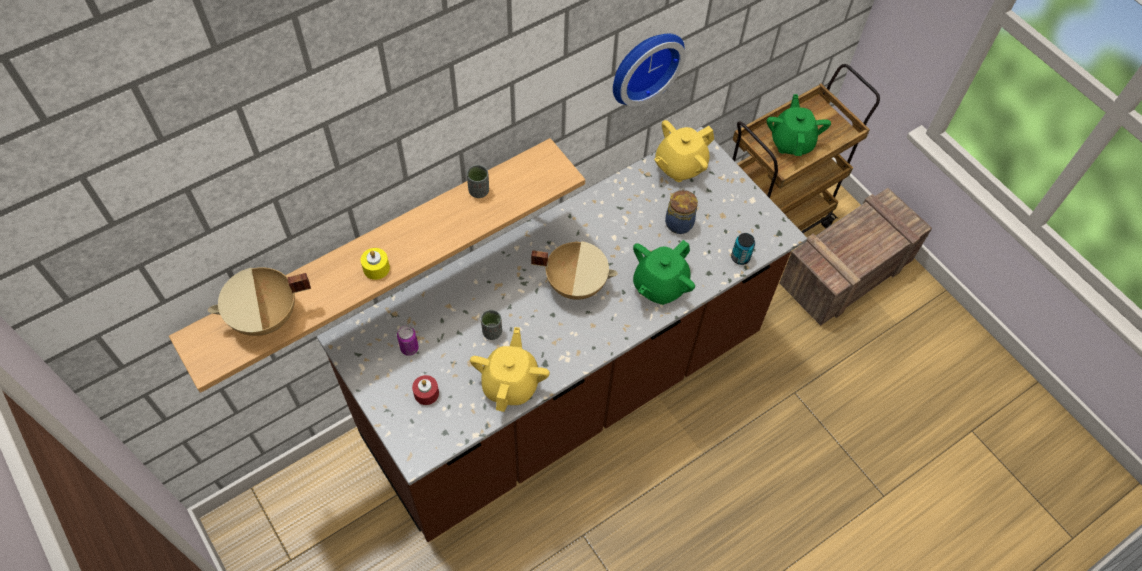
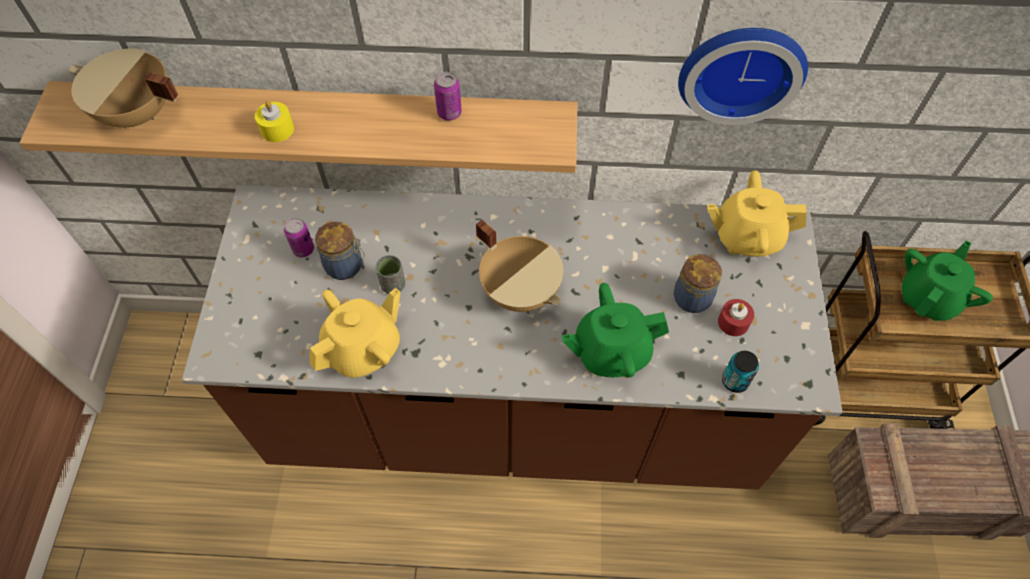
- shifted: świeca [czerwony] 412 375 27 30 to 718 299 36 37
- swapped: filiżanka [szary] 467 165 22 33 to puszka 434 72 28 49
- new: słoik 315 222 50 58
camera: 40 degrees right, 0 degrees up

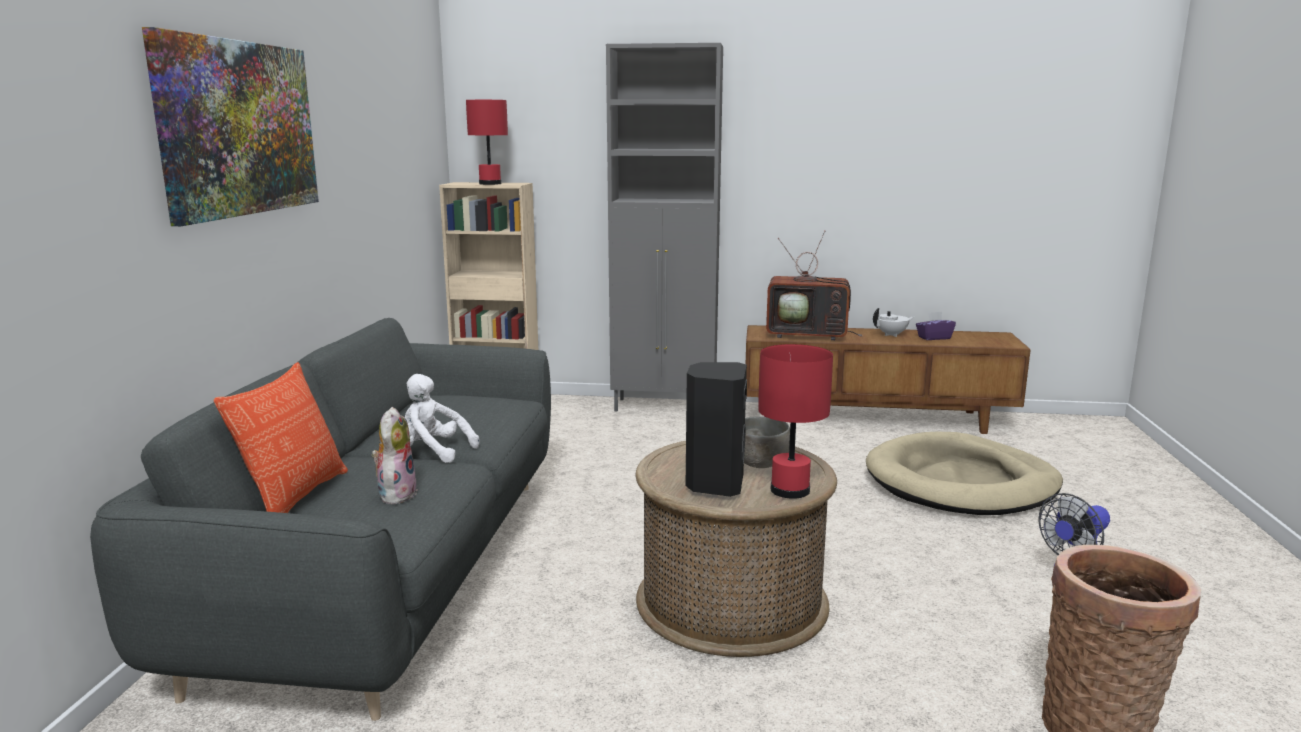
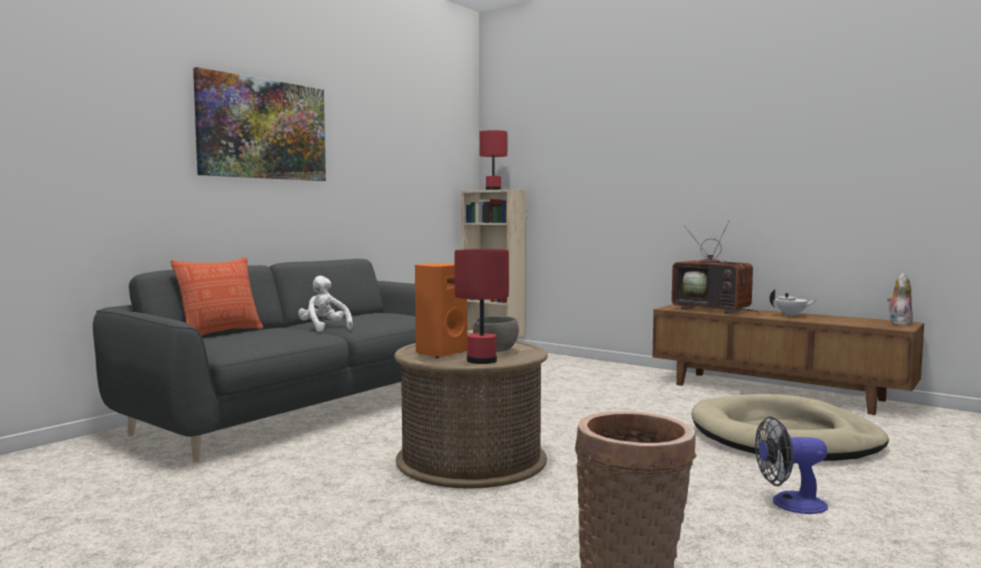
- shifted: pluszak 372 407 46 97 to 887 273 26 53
- gone: szafka [szary] 606 43 117 368
- repainted: głośnik [czarny] 686 362 61 135 to głośnik [pomarańczowy] 415 263 52 95
- gone: pudełko chusteczek [fioletowy] 916 312 40 28
camera: 30 degrees right, 10 degrees down

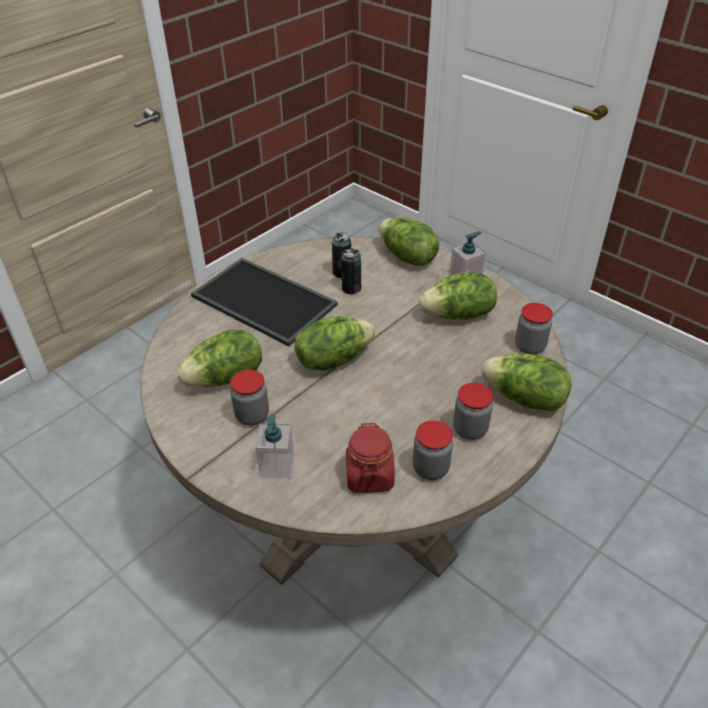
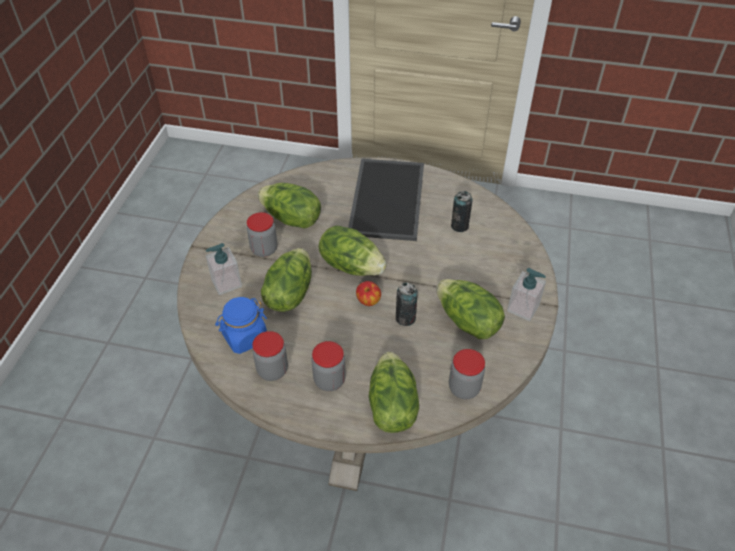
- shifted: puszka 341 248 20 46 to 396 282 22 44
- repainted: słoik [czerwony] 346 423 49 70 to słoik [niebieski] 215 297 52 57
- shifted: sałata 378 217 61 49 to 261 248 51 64
- new: jabłko 356 281 25 25
camera: 60 degrees right, 5 degrees up

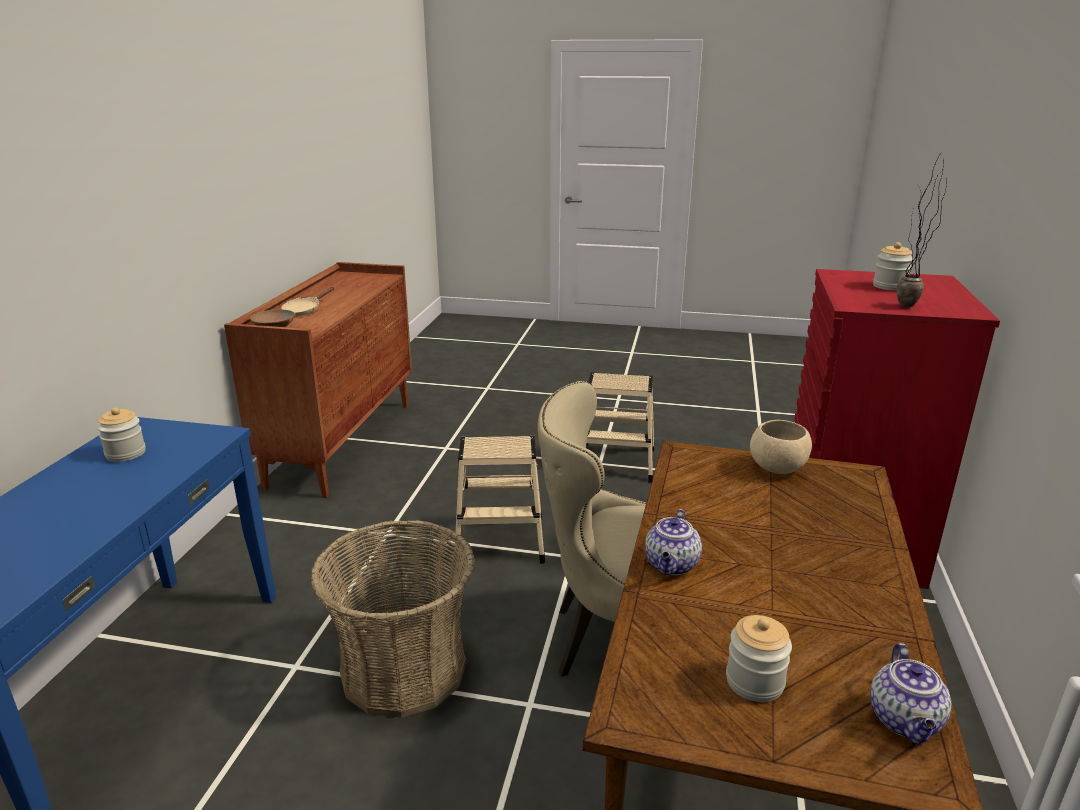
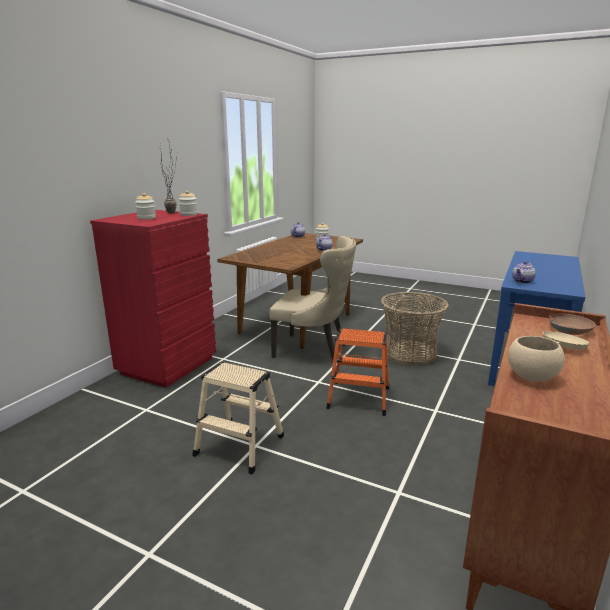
- shifted: słoik 97 407 49 55 to 179 191 19 25
- repainted: drabinka [beżowy] 455 435 90 129 to drabinka [pomarańczowy] 326 328 63 88
- shifted: miska [beżowy] 750 420 62 54 to 508 336 57 46
- new: imbryk 512 261 24 23
camera: 165 degrees left, 5 degrees down

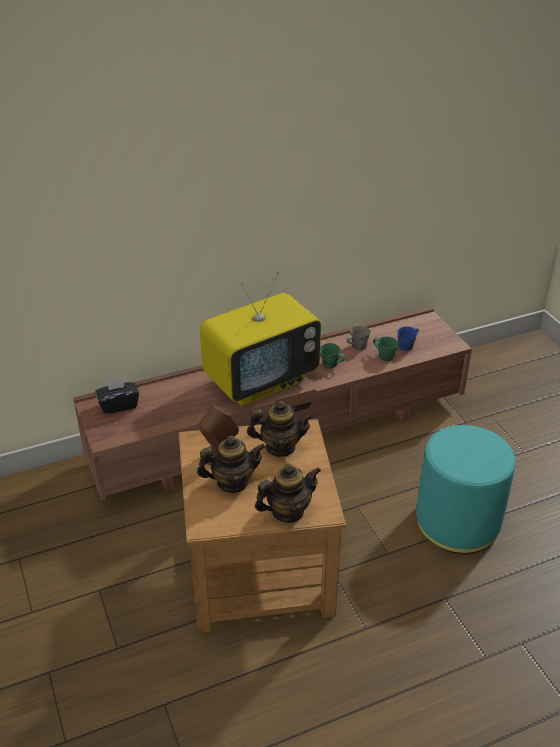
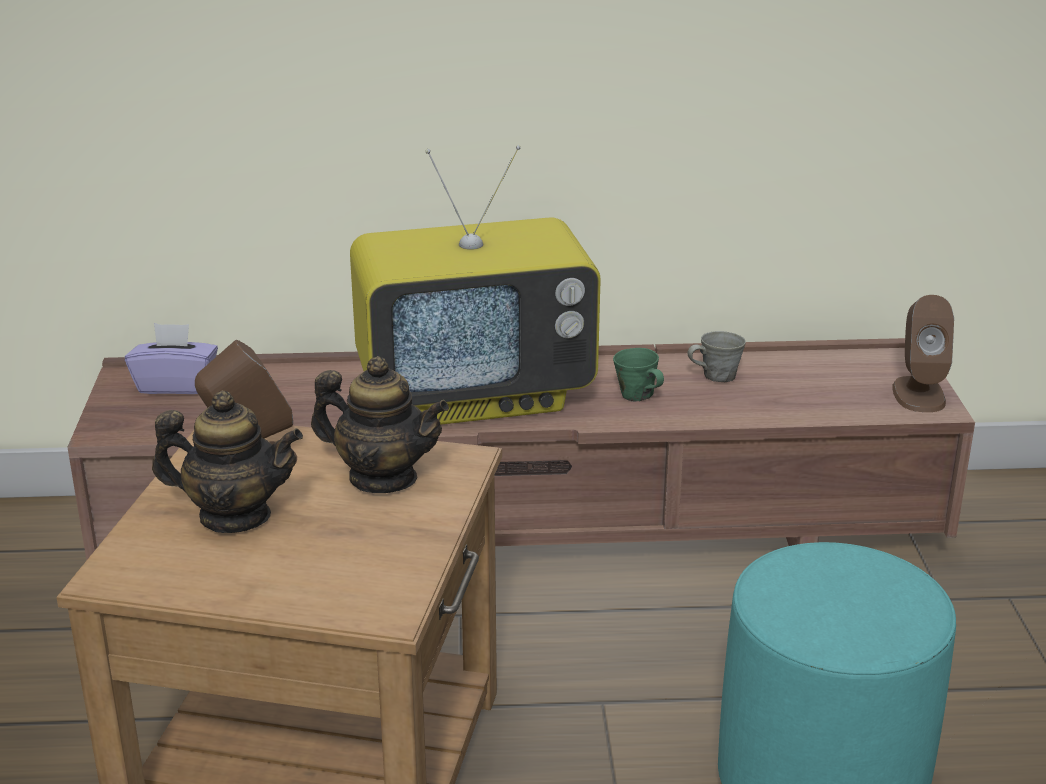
- repainted: pudełko chusteczek [czarny] 95 377 44 37 to pudełko chusteczek [fioletowy] 125 323 93 71
- gone: imbryk 255 464 66 59
- gone: kubek [zielony] 373 336 26 25
- gone: kubek [niebieski] 397 326 22 25
- new: głośnik [brązowy] 892 295 62 117
camera: 20 degrees right, 10 degrees down

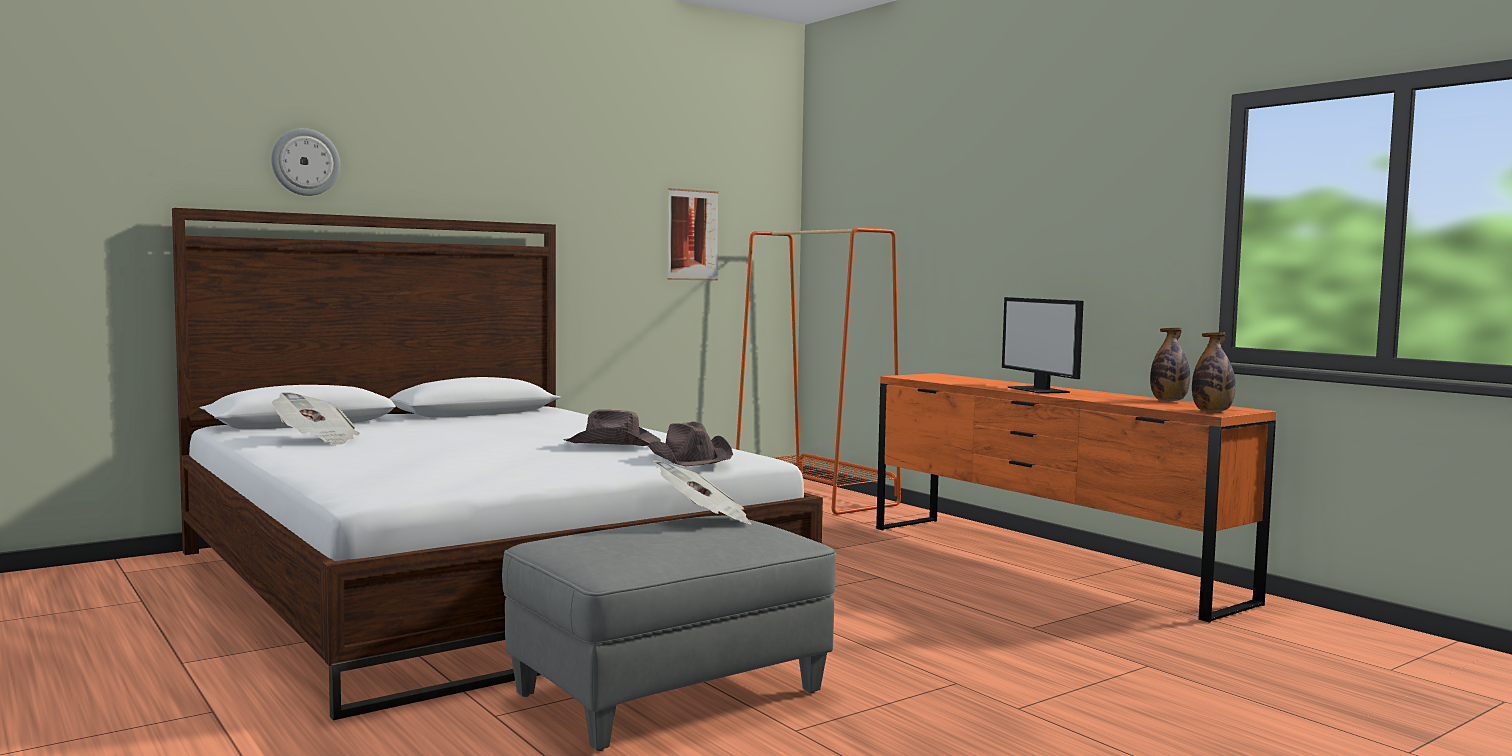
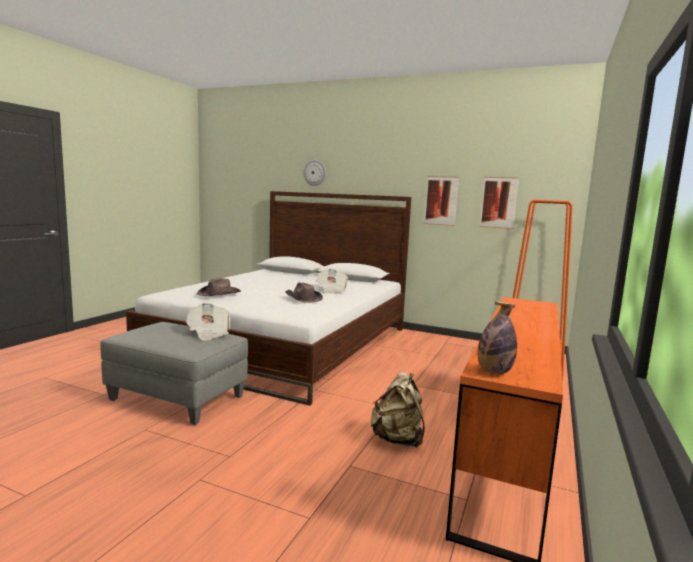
- shifted: gazeta 272 392 88 53 to 316 269 32 25
- shifted: kapelusz [brązowy] 648 421 85 45 to 196 278 45 18
- gone: monitor 1002 297 82 97
- gone: butelka 1150 328 40 73
- new: plecak [beżowy] 370 372 55 76
- new: obraz 424 176 35 50
camera: 60 degrees right, 5 degrees up

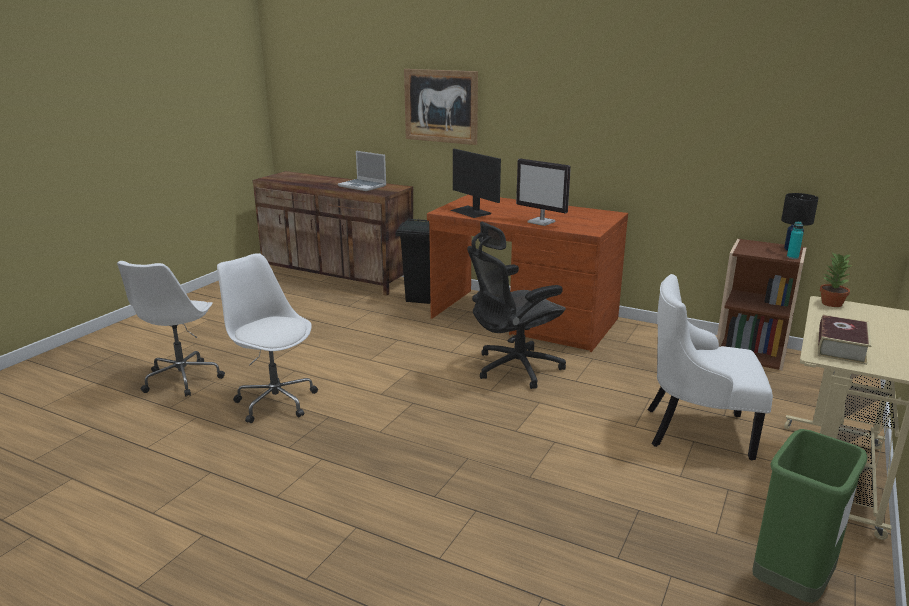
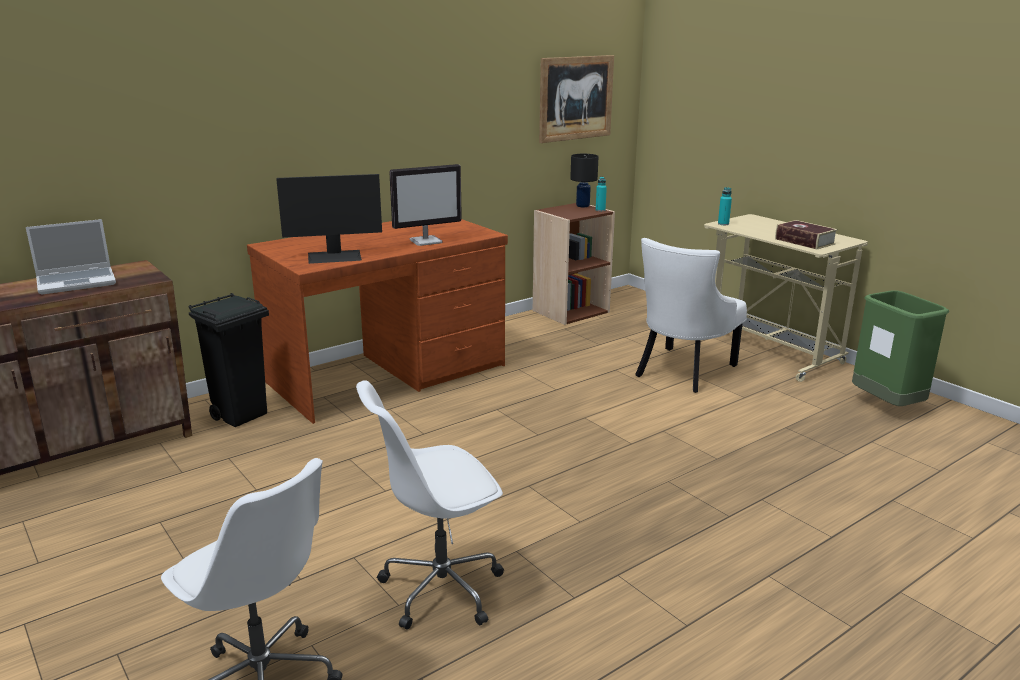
- shifted: obraz 404 69 74 76 to 539 55 75 88
- gone: krzesło biurowe 467 222 99 167
- swapped: roślina doniczkowa 820 253 32 54 to butelka [turkusowy] 718 187 14 38
camera: 65 degrees left, 0 degrees up

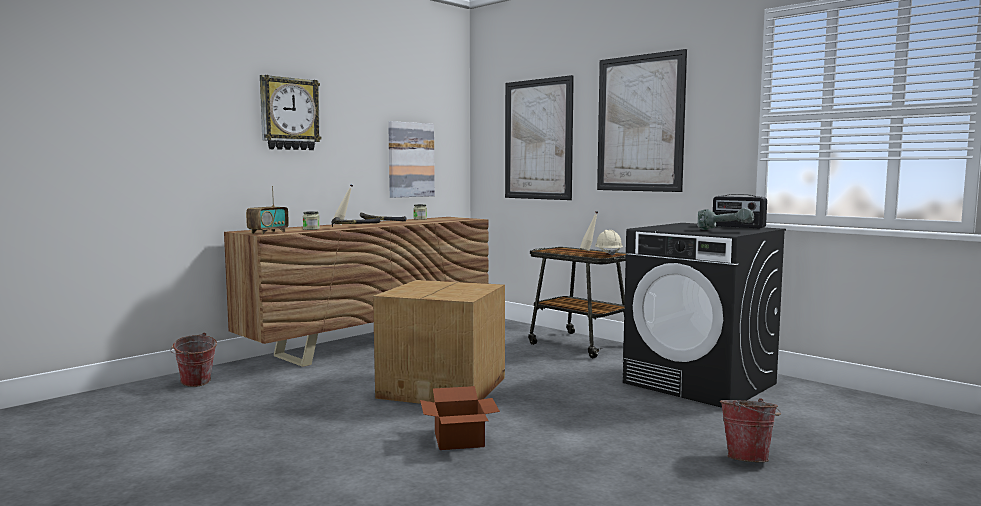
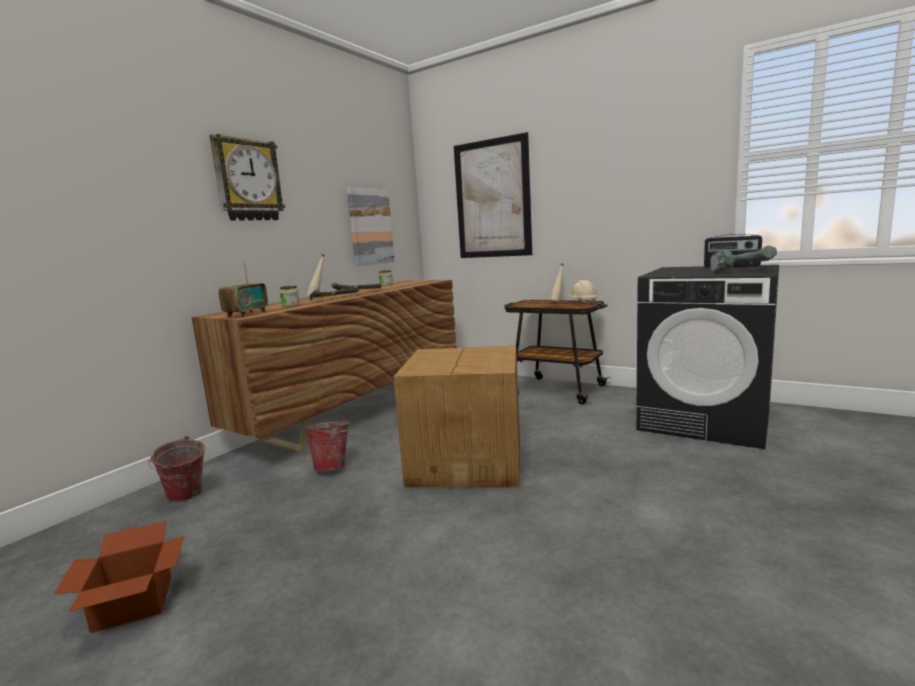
- shifted: karton 420 386 80 64 to 54 521 130 112
- gone: obraz 597 49 90 143
- shifted: wiadro 720 398 61 64 to 305 419 47 52
camera: 10 degrees left, 5 degrees up

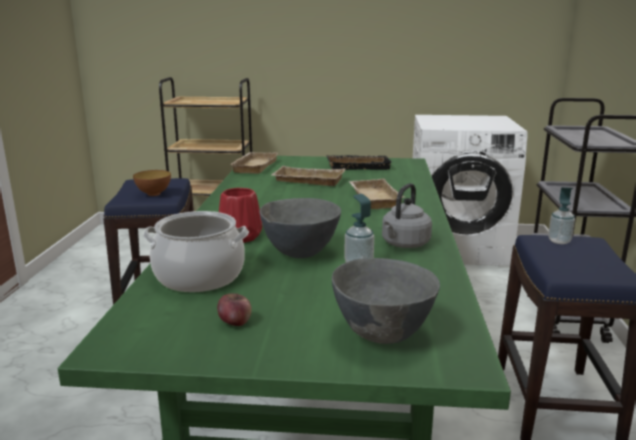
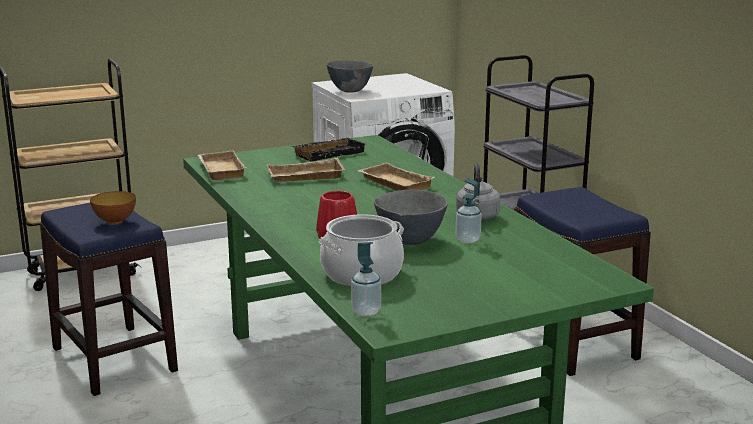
- gone: jabłko 217 293 35 33
- shifted: miska [szary] 332 258 108 86 to 327 60 46 33
- shifted: dozownik mydła 548 187 27 57 to 351 242 30 74
camera: 30 degrees left, 0 degrees up

